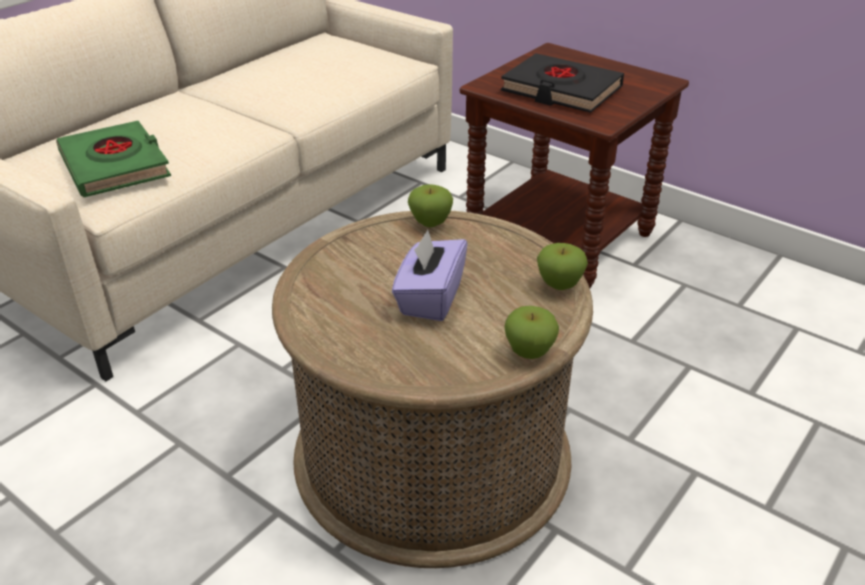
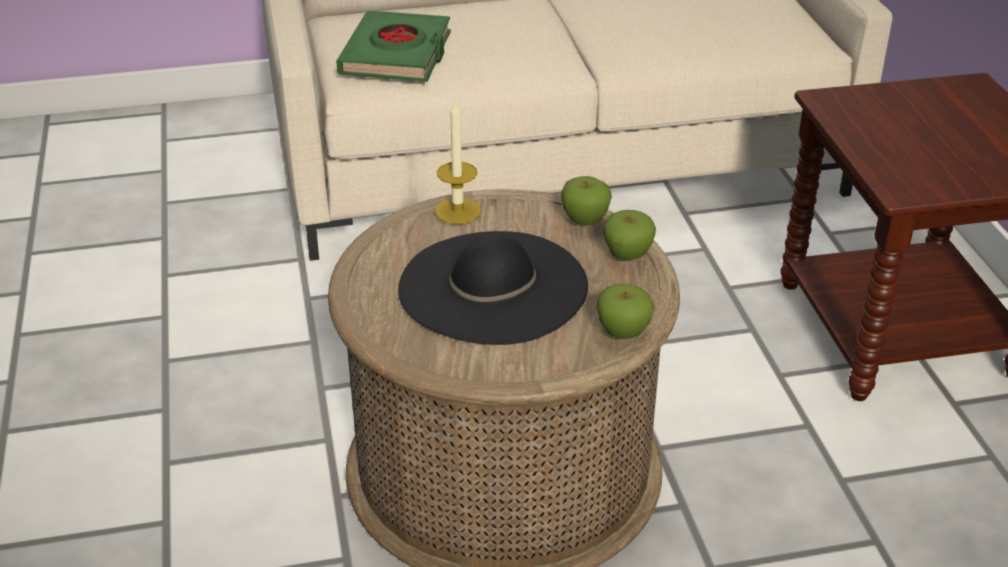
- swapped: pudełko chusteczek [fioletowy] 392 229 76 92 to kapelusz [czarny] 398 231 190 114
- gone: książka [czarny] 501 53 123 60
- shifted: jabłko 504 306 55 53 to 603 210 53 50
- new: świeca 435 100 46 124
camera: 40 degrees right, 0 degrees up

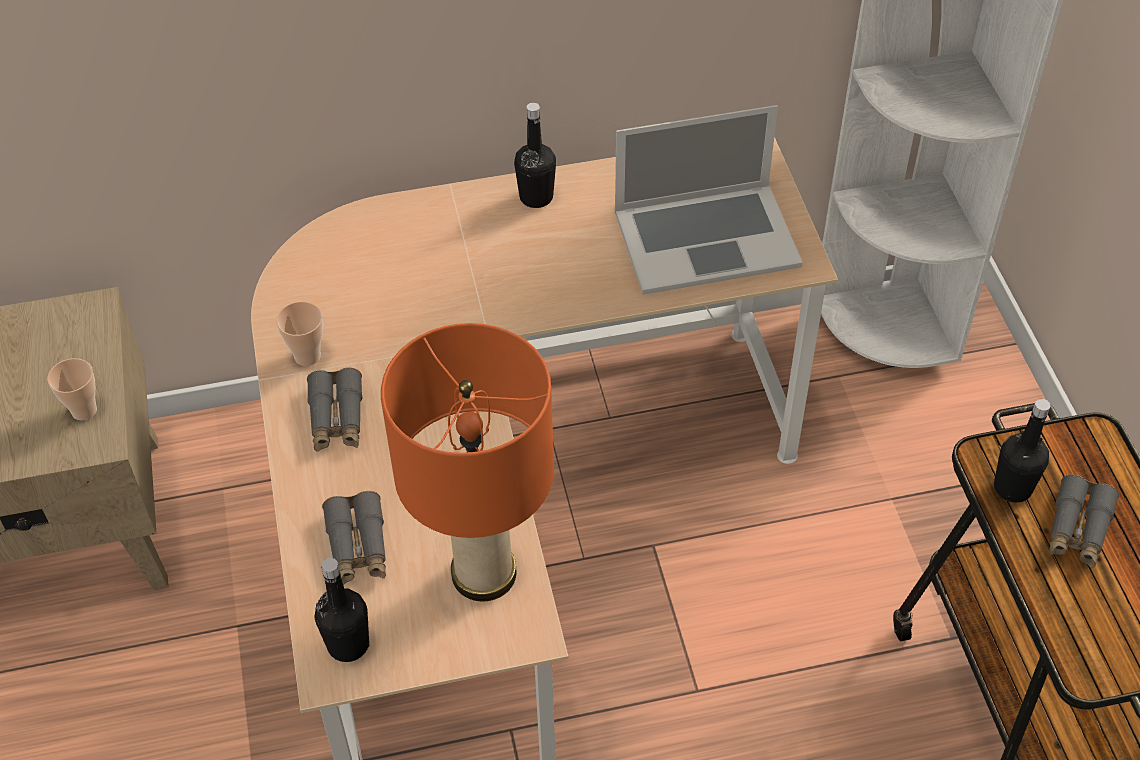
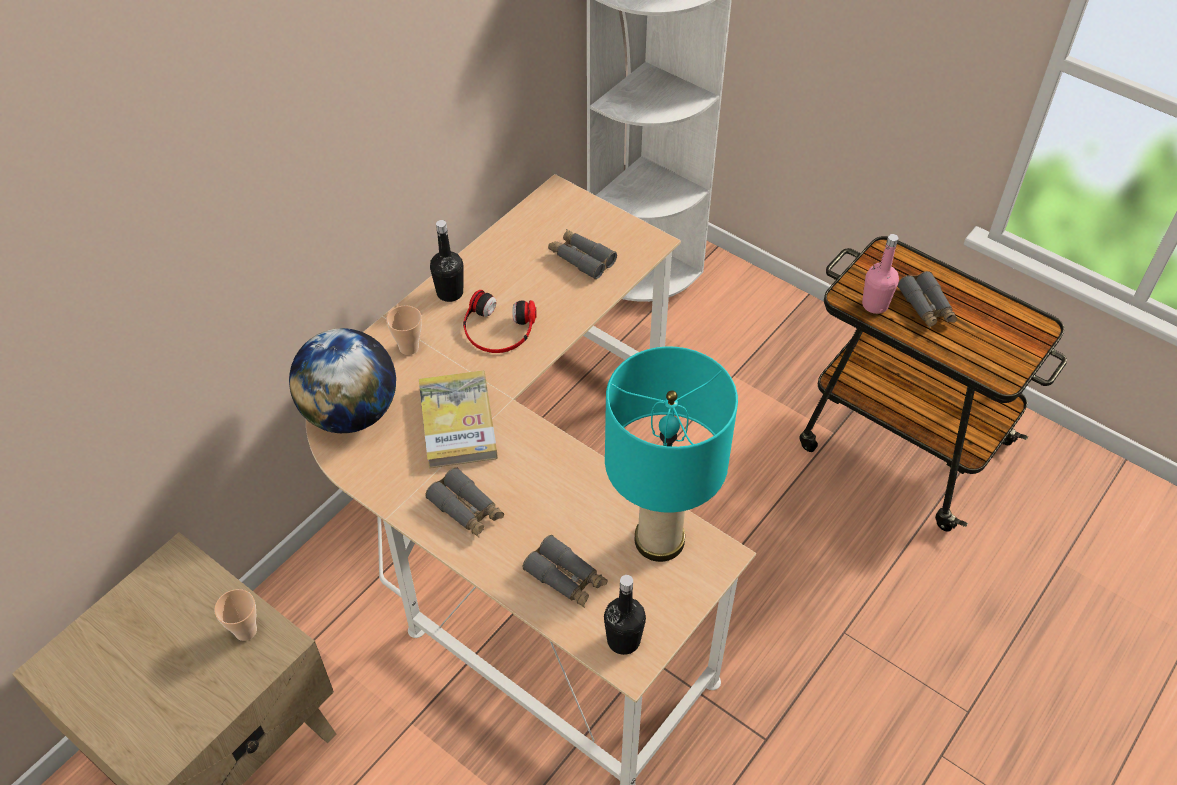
- shifted: filiżanka 276 301 47 65 to 386 305 36 50
- repainted: lampa stołowa [pomarańczowy] 381 323 173 278 to lampa stołowa [turkusowy] 605 346 133 216
- swapped: laptop 615 105 188 190 to lornetka [szary] 548 229 69 50
- repainted: butelka [czarny] 994 399 56 104 to butelka [różowy] 862 234 37 80
- new: globus 289 328 107 105
- new: książka 419 370 79 98
- new: słuchawki 463 290 74 63
camera: 40 degrees left, 0 degrees up

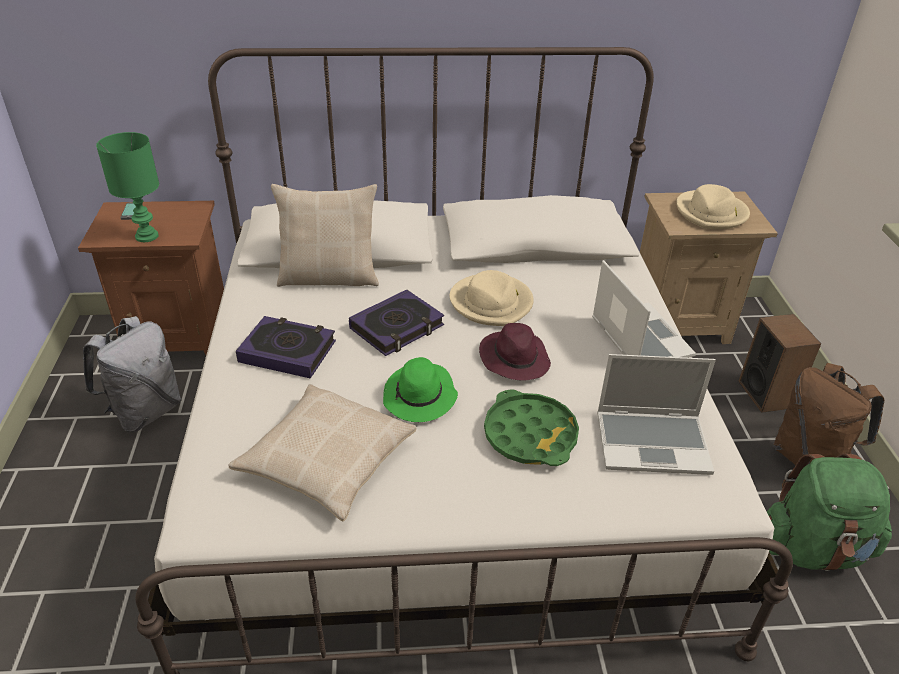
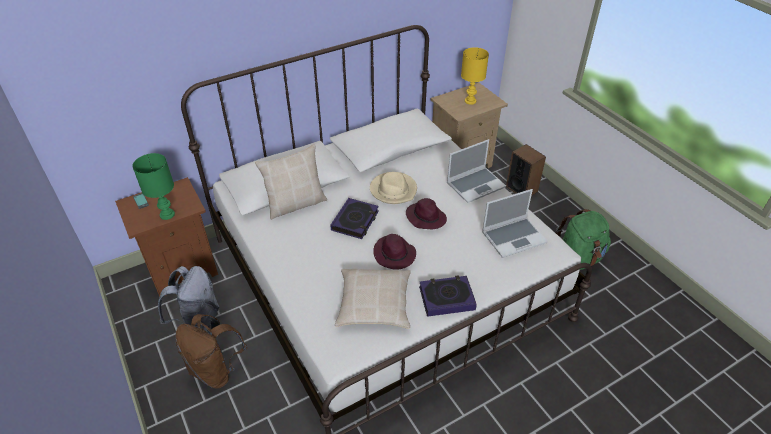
- shifted: książka 236 316 100 62 to 419 275 58 42
- repainted: kapelusz [zielony] 383 357 75 65 to kapelusz [fioletowy] 373 234 43 36
- gone: taca [zielony] 484 389 95 77
- rotated: laptop 592 260 104 98 = 447 139 59 64 105 degrees clockwise
- swapped: kapelusz [beżowy] 676 184 74 45 to lampa stołowa [żółty] 461 47 28 58
- shifted: plecak [brązowy] 773 363 111 102 to 175 314 72 75
camera: 25 degrees left, 5 degrees up

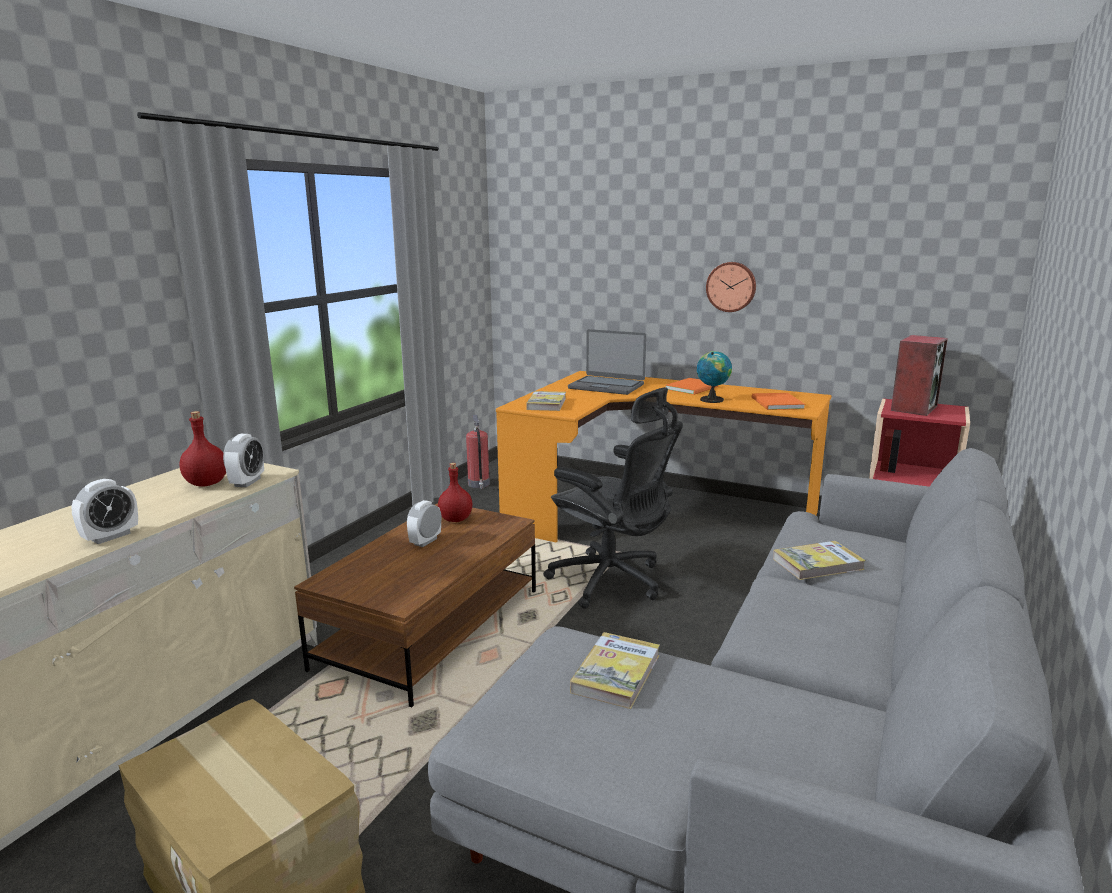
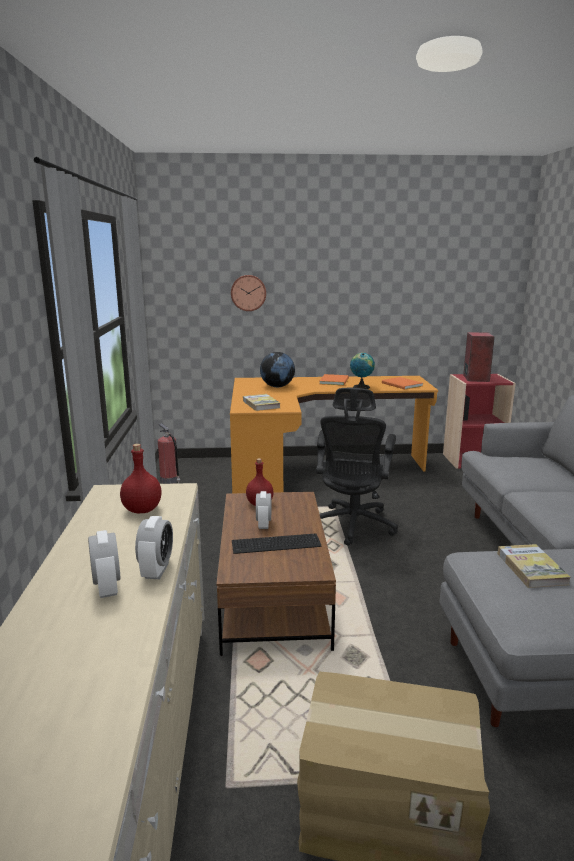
- shifted: budzik 223 434 41 53 to 88 530 33 68
- rotated: krzesło biurowe 543 387 140 222 = 316 388 82 158 90 degrees clockwise
- swapped: laptop 568 329 78 66 to globus 260 352 35 35
- shifted: zegar ścienny 706 262 50 50 to 231 275 35 36
- gone: książka 773 541 93 39
- new: klawiatura 232 533 89 21
camera: 30 degrees left, 0 degrees up

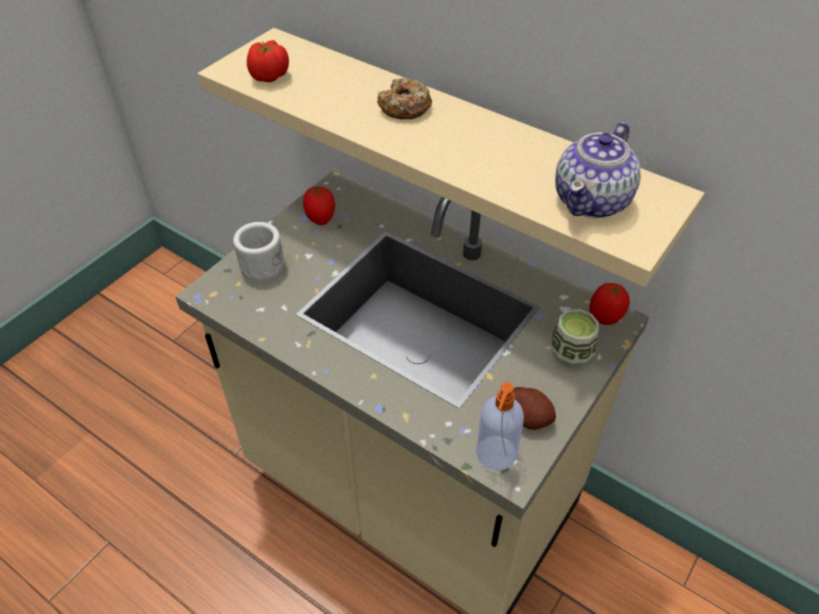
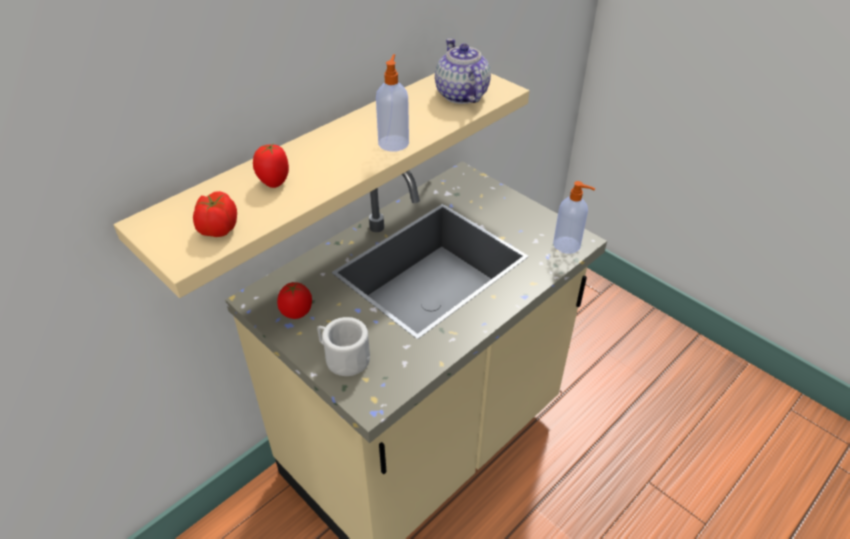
- gone: donut 377 78 55 41
- gone: ziemniak 512 387 44 43
- gone: filiżanka 550 309 49 59
- rotated: imbryk 555 122 86 96 = 435 38 56 66 150 degrees counterclockwise
- shifted: pomidor 589 283 41 42 to 253 143 36 45
- new: dozownik mydła 376 54 33 98
camera: 80 degrees left, 5 degrees down

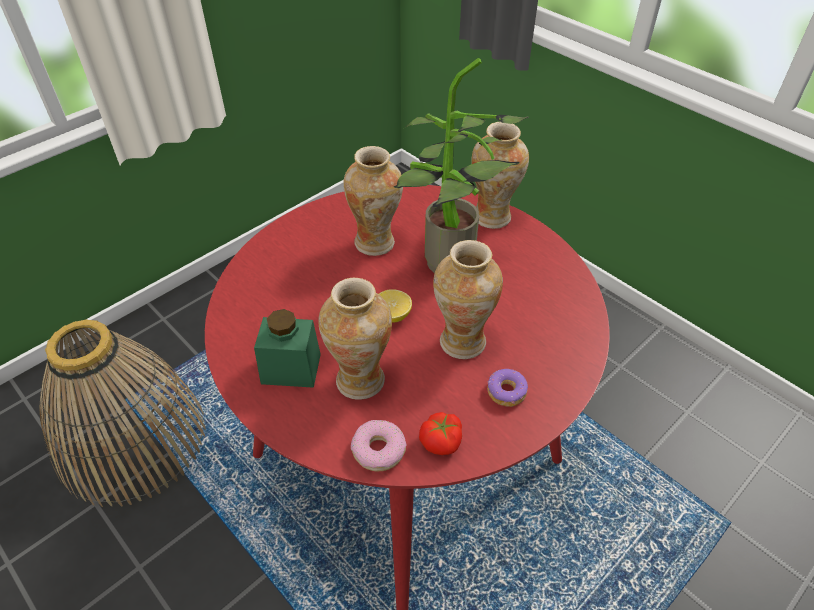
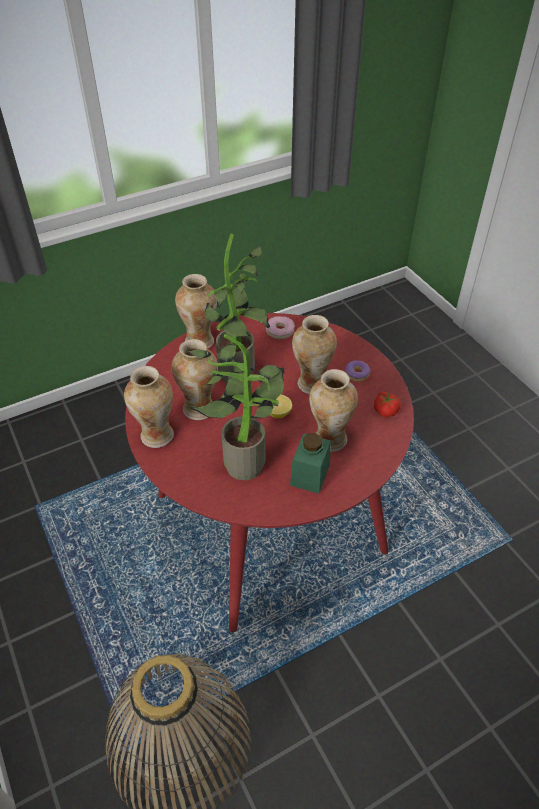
- shifted: donut 351 420 55 51 to 266 316 29 23
- new: wazon 124 366 50 82
- new: roślina doniczkowa 186 334 99 147
camera: 75 degrees left, 0 degrees up

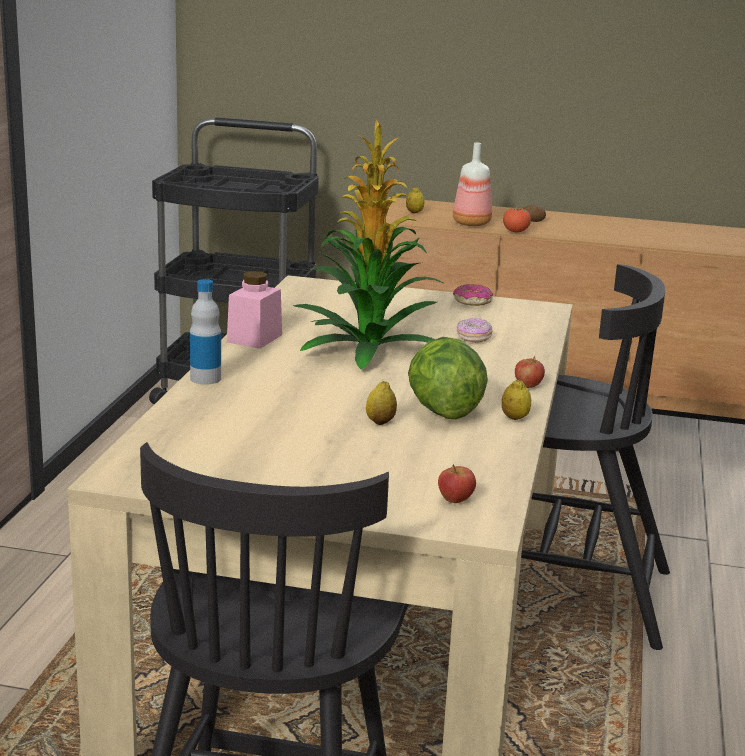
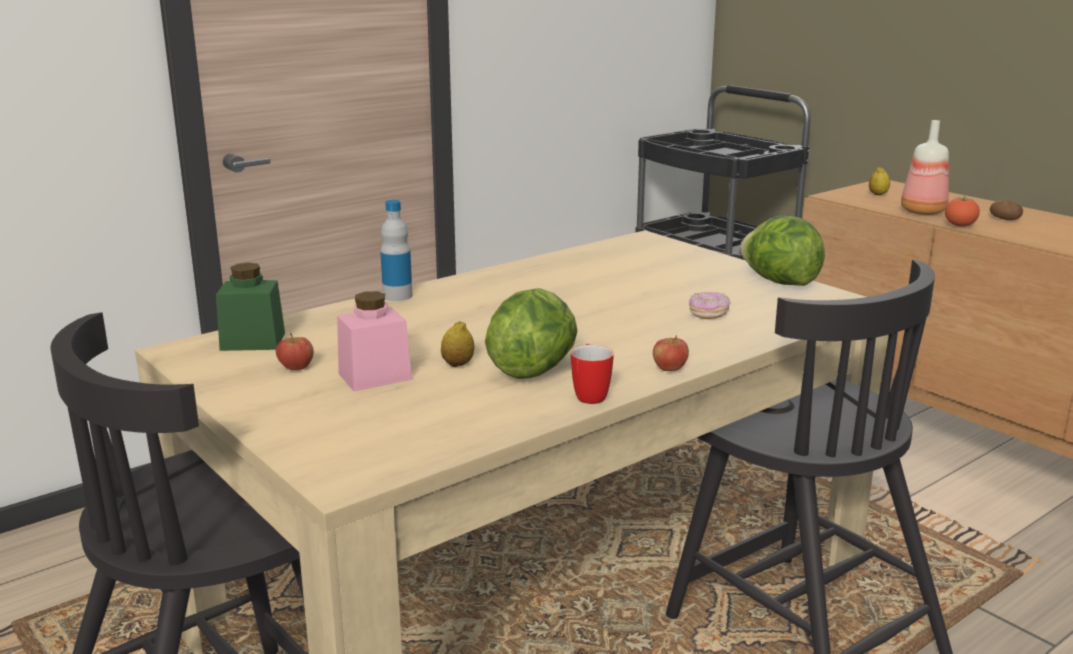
- shifted: słoik [różowy] 227 271 55 78 to 337 291 75 100
- gone: roślina doniczkowa 293 120 152 249
- shifted: jabłko 438 464 38 39 to 276 333 38 37
- swapped: donut 453 284 40 22 to sałata 740 216 85 70
- swapped: cytryna 501 379 30 41 to kubek 571 344 43 60
- new: słoik [zielony] 216 263 69 88
camera: 40 degrees right, 0 degrees up

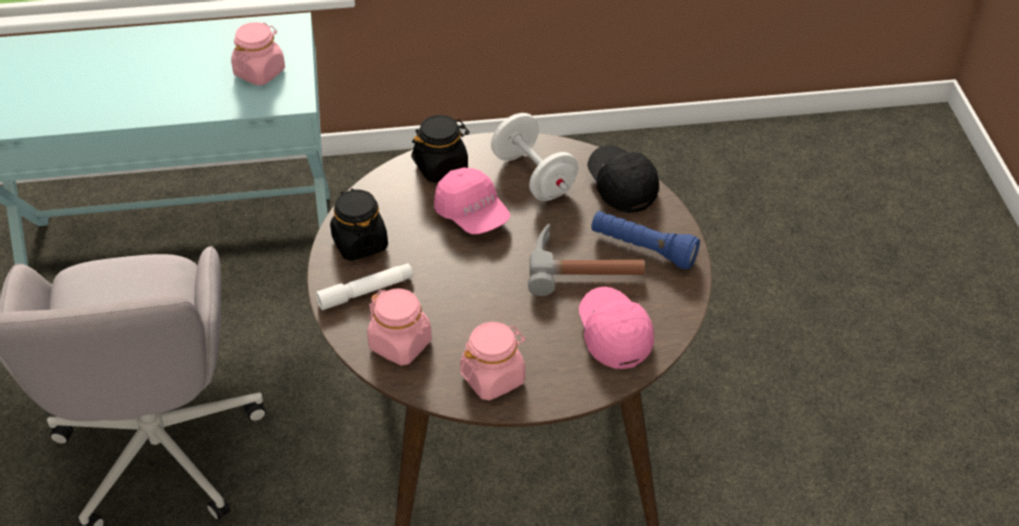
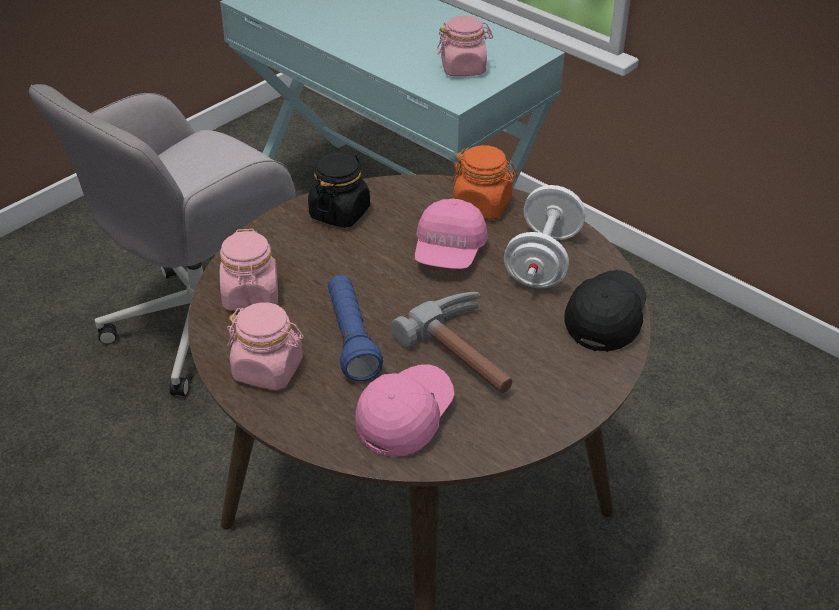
- gone: latarka [biały] 316 263 97 47
- repainted: słoik [czarny] 411 115 58 68 to słoik [pomarańczowy] 451 145 67 74
- shifted: latarka [niebieski] 591 211 109 58 to 328 275 55 106
camera: 50 degrees right, 5 degrees down

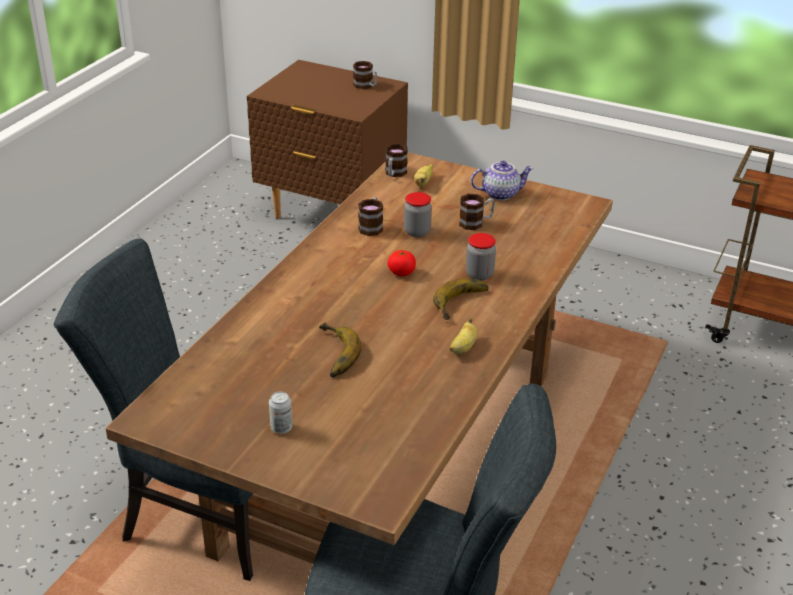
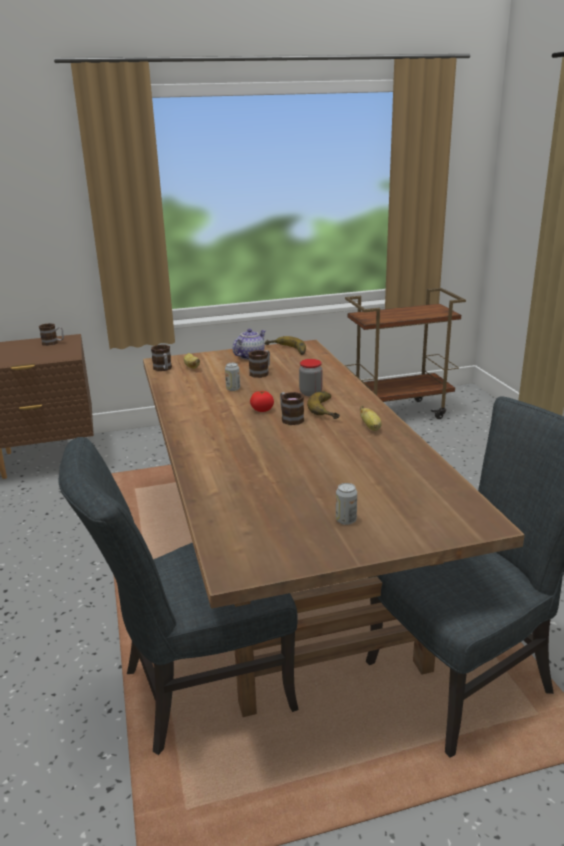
- shifted: banan 319 323 42 54 to 264 336 42 19
- shifted: kubek 358 197 25 39 to 280 392 24 33
- swapped: słoik 404 192 28 45 to puszka 225 363 15 28
camera: 40 degrees left, 10 degrees down

